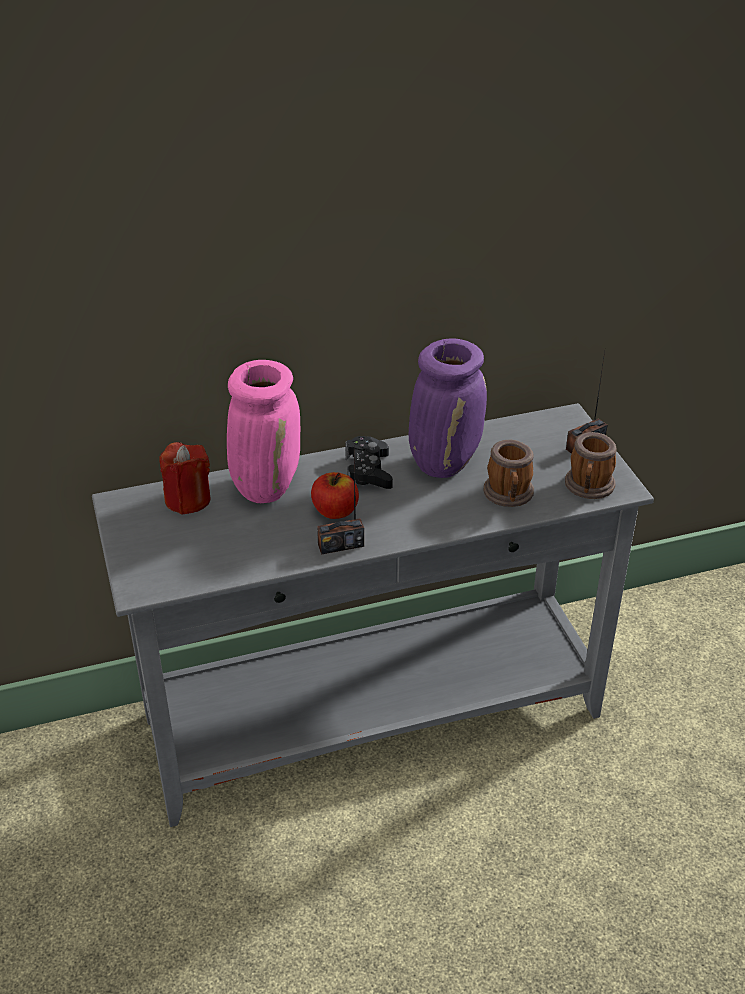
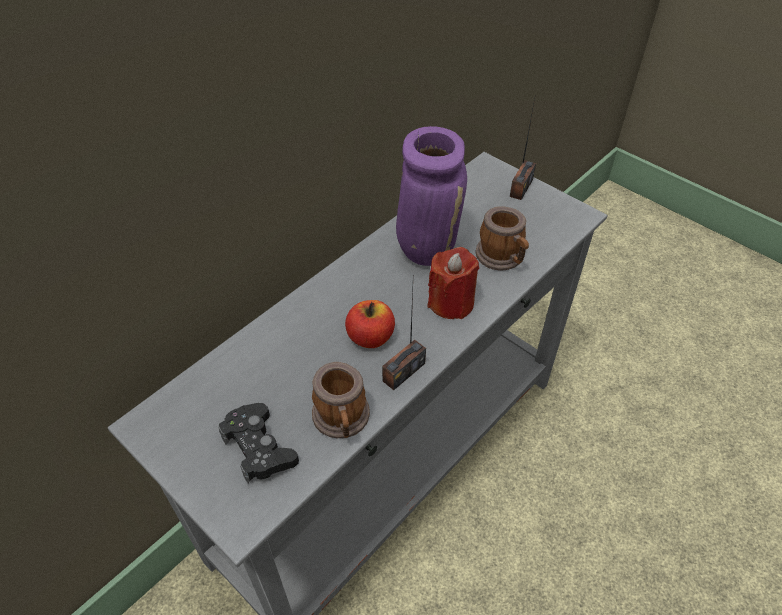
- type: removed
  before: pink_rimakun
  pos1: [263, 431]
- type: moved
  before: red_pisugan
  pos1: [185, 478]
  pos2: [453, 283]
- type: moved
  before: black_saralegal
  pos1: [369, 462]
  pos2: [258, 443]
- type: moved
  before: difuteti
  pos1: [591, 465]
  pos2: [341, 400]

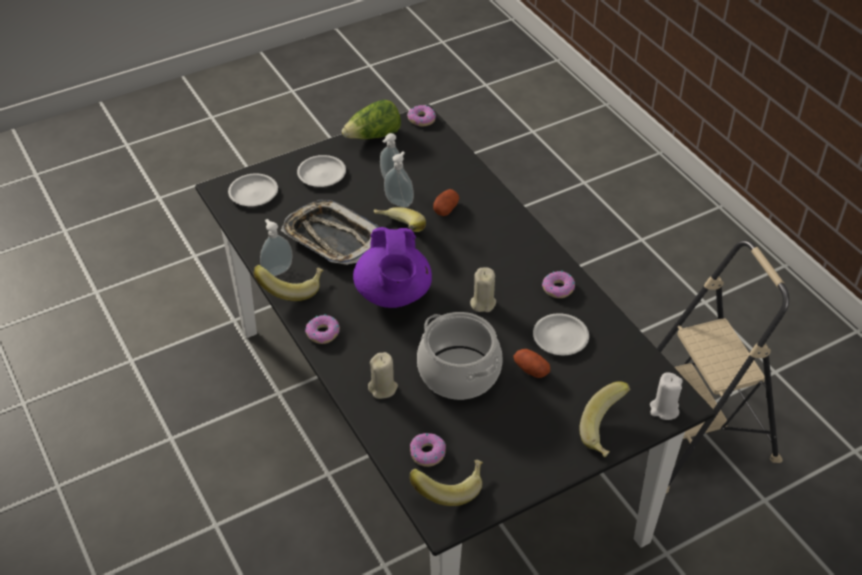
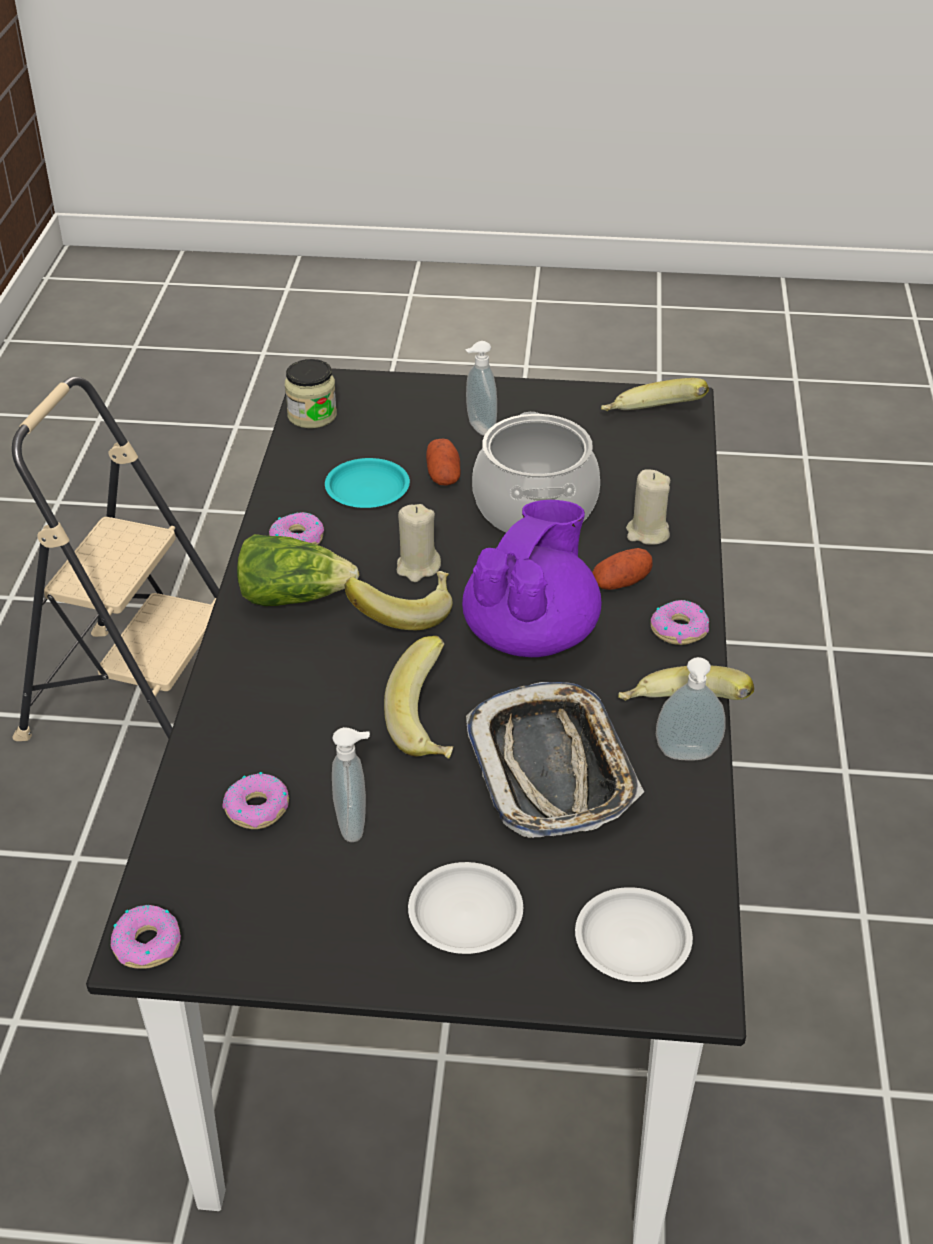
- type: removed
  before: white_pisugan
  pos1: [666, 396]
- type: added
  after: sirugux
  pos2: [311, 394]
- type: moved
  before: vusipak
  pos1: [371, 119]
  pos2: [298, 570]
- type: moved
  before: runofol
  pos1: [399, 179]
  pos2: [481, 388]
- type: moved
  before: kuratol
  pos1: [428, 450]
  pos2: [255, 800]
- type: moved
  before: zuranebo
  pos1: [446, 202]
  pos2: [622, 569]
- type: moved
  before: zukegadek
  pos1: [604, 419]
  pos2: [399, 600]
- type: recoloured
  before: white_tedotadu
  after: turquoise_tedotadu
  pos1: [561, 334]
  pos2: [367, 483]

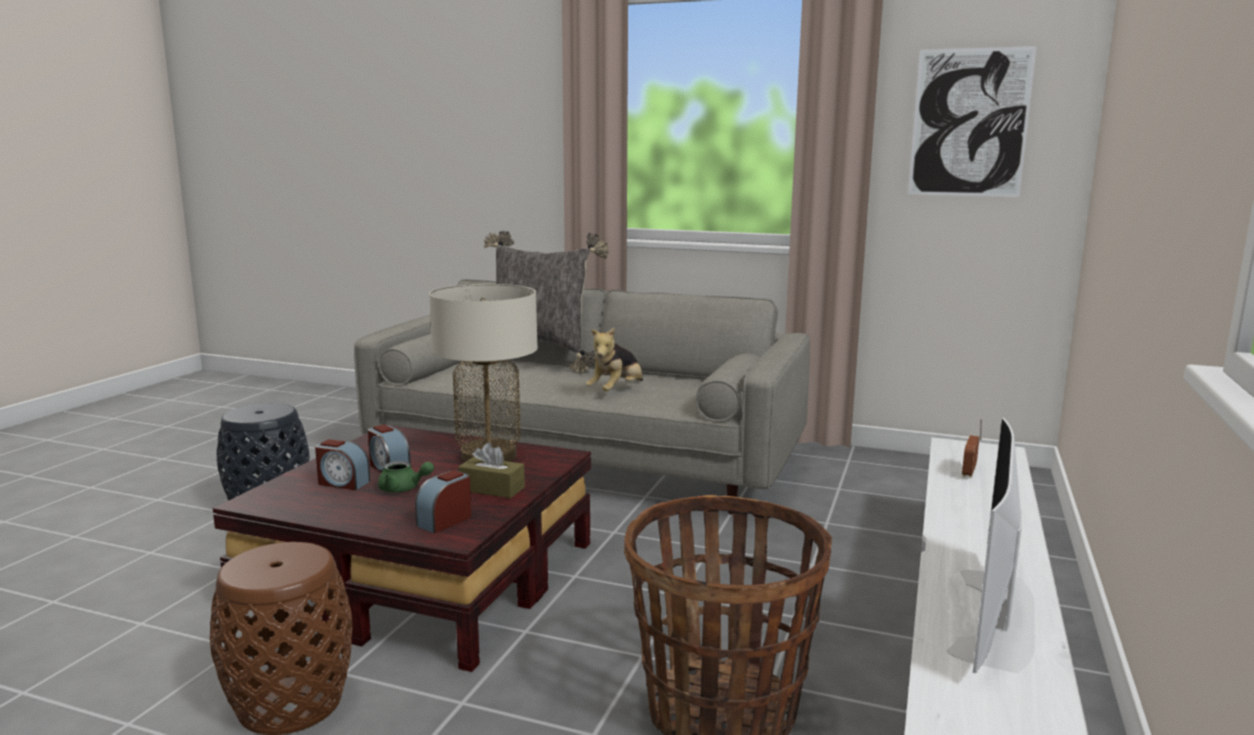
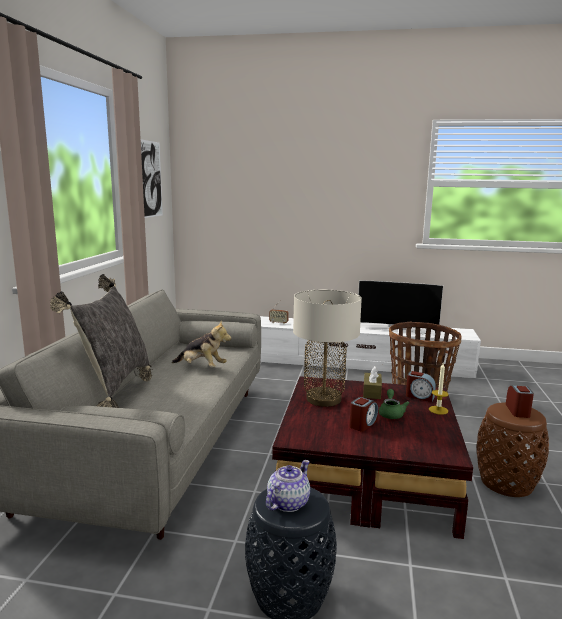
- type: added
  after: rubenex
  pos2: [288, 486]
- type: added
  after: pisugan
  pos2: [439, 389]
- type: moved
  before: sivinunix
  pos1: [342, 464]
  pos2: [520, 402]

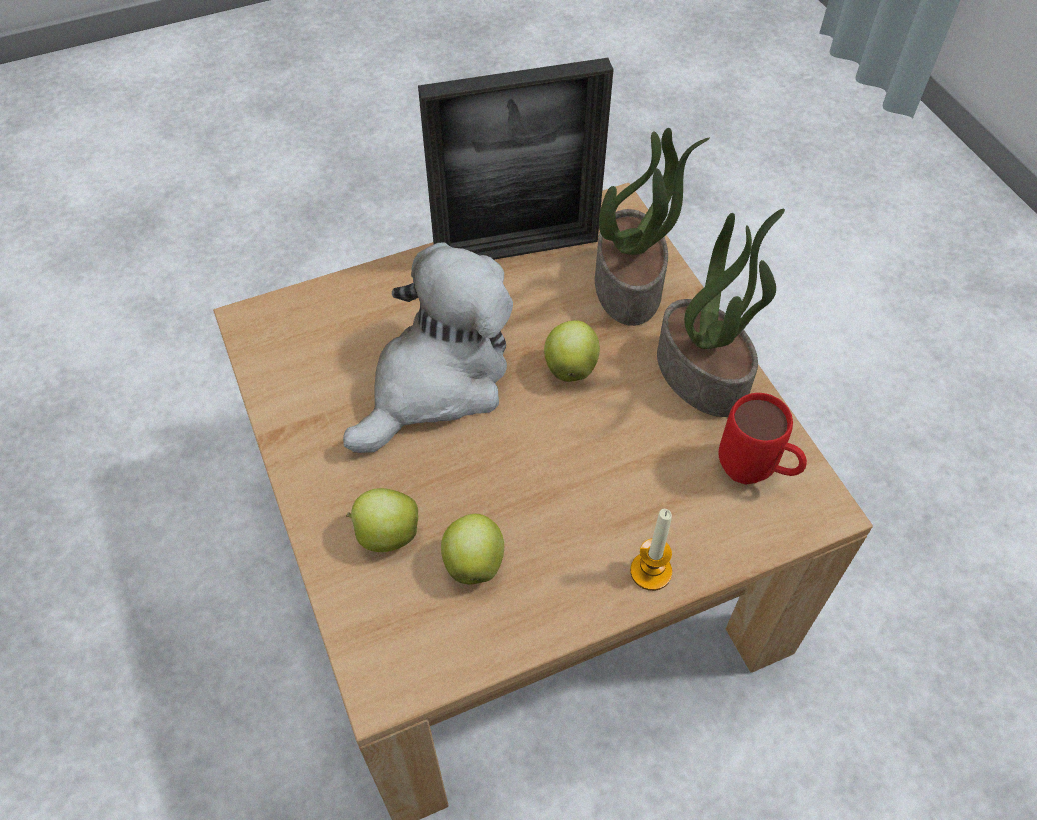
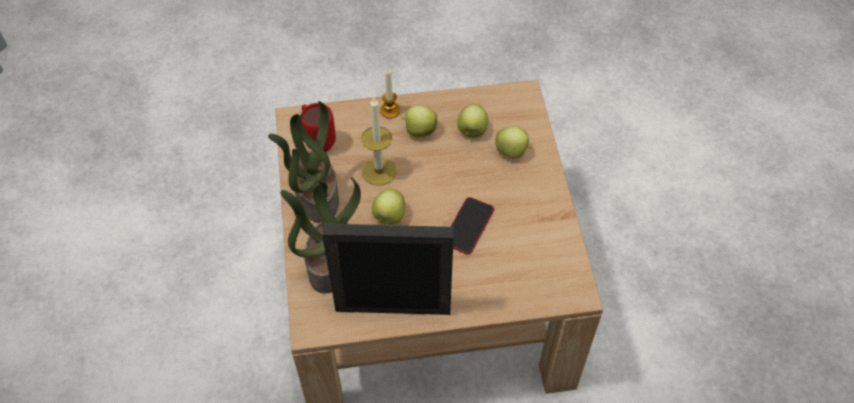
- type: added
  after: pisugan
  pos2: [378, 142]
- type: added
  after: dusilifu
  pos2: [419, 121]
- type: replaced
  before: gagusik
  after: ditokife
  pos1: [428, 347]
  pos2: [472, 225]

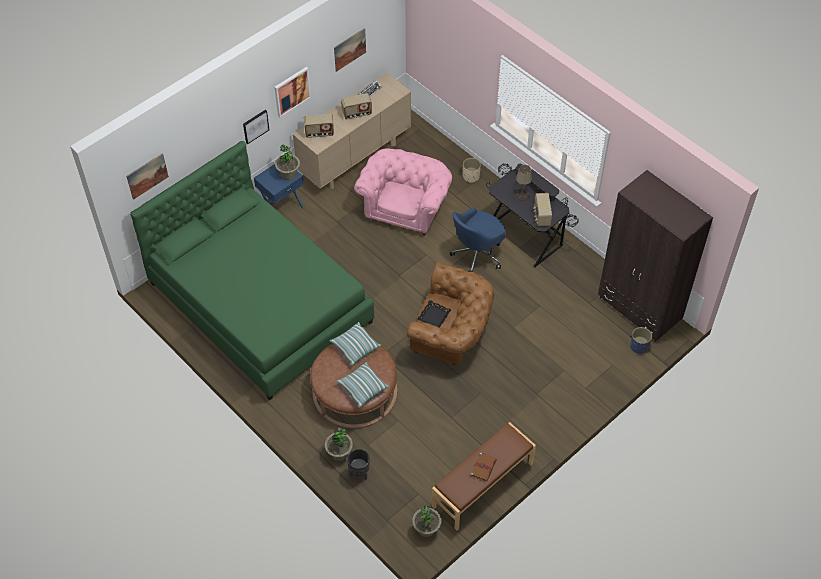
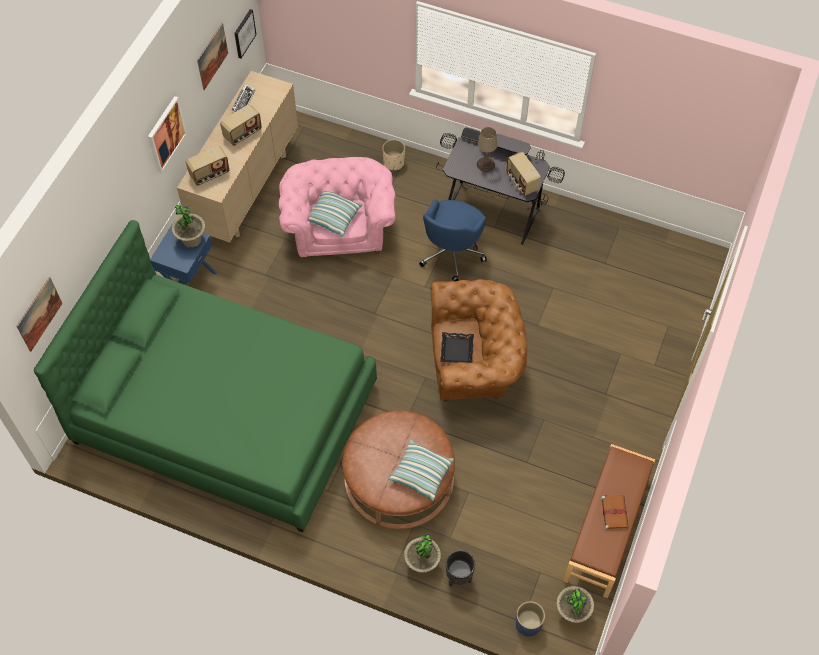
- type: removed
  before: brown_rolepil
  pos1: [655, 256]
- type: moved
  before: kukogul
  pos1: [256, 127]
  pos2: [245, 34]
- type: moved
  before: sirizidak
  pos1: [355, 344]
  pos2: [334, 214]
- type: moved
  before: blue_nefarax
  pos1: [641, 340]
  pos2: [530, 618]

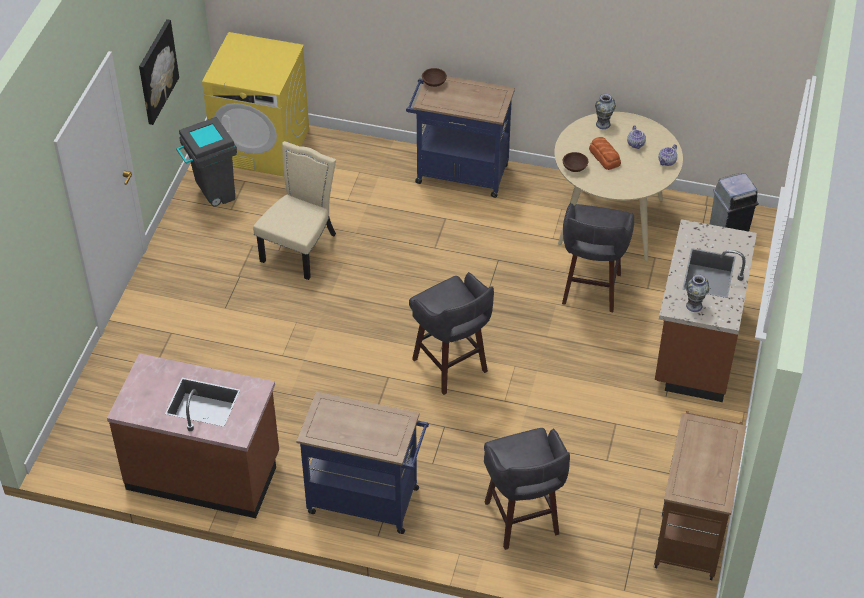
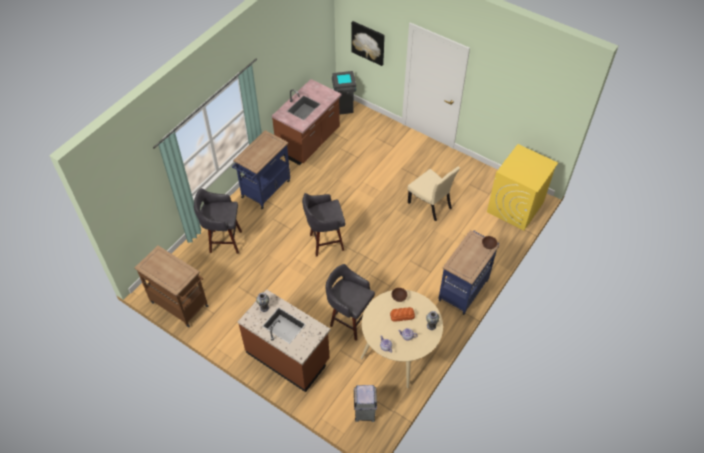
- type: moved
  before: kukogul
  pos1: [159, 72]
  pos2: [368, 43]
- type: moved
  before: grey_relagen
  pos1: [206, 162]
  pos2: [344, 93]

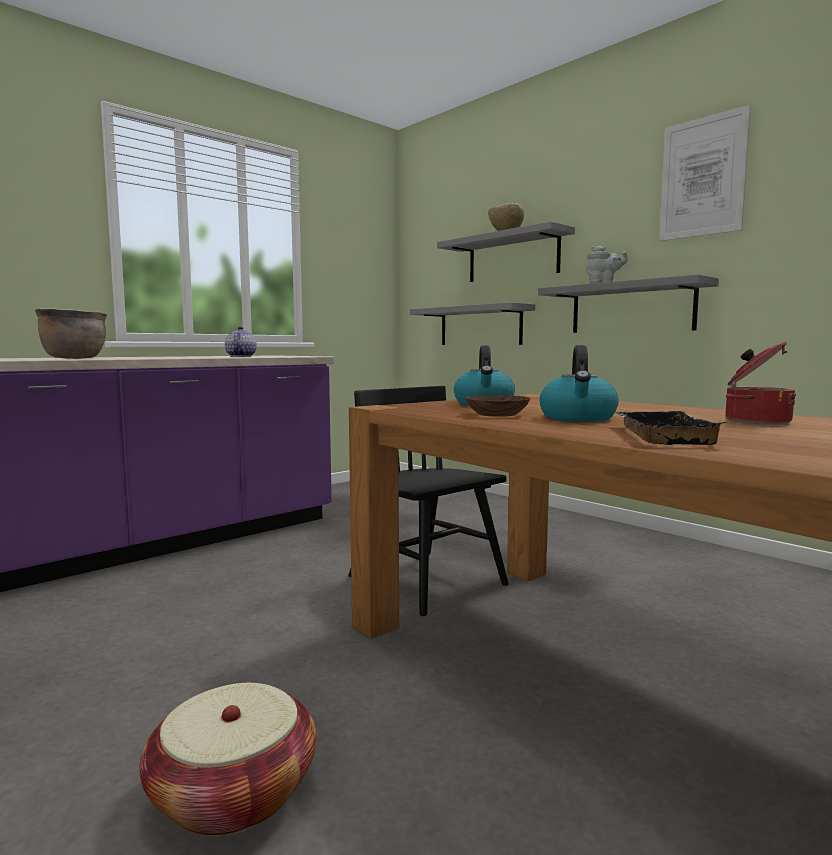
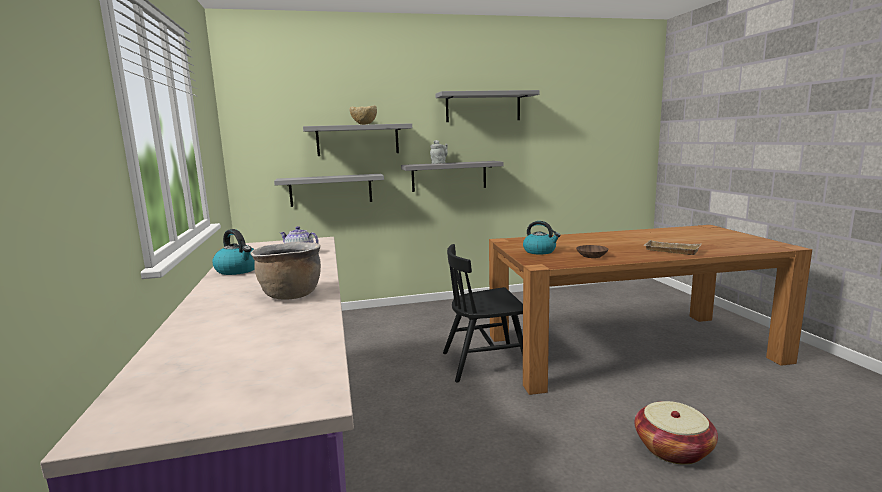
- type: removed
  before: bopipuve
  pos1: [760, 383]
- type: moved
  before: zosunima
  pos1: [579, 383]
  pos2: [233, 252]
- type: replaced
  before: kukogul
  after: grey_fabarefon
  pos1: [705, 173]
  pos2: [487, 106]
- type: recoloured
  before: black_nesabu
  after: beige_nesabu
  pos1: [671, 428]
  pos2: [672, 247]

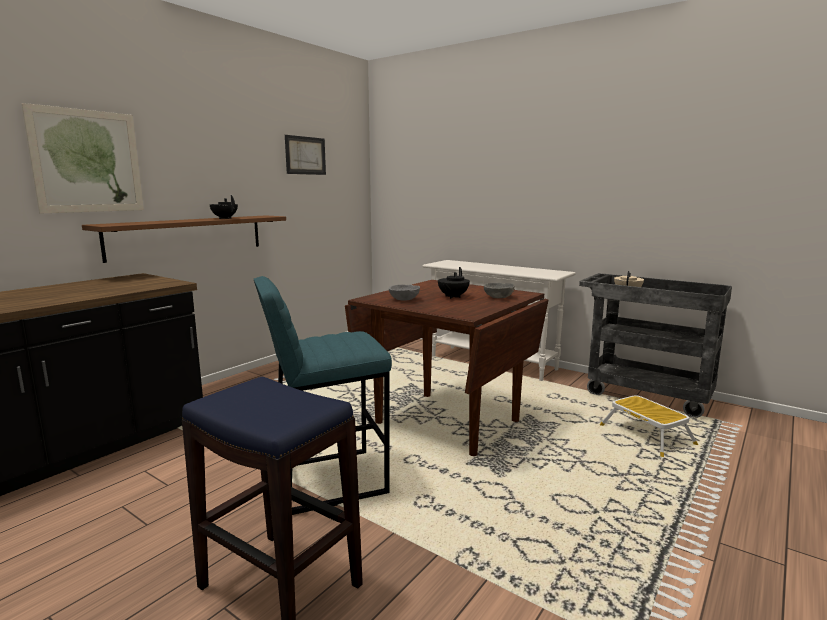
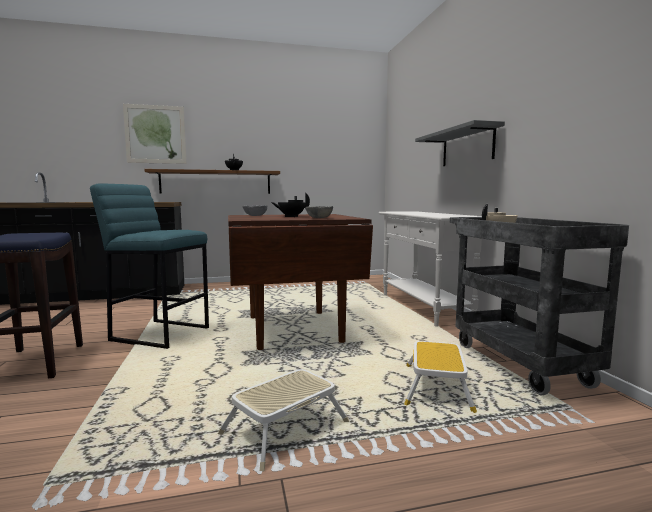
- type: removed
  before: kukogul
  pos1: [305, 155]
- type: added
  after: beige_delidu
  pos2: [283, 420]
- type: added
  after: grey_fabarefon
  pos2: [460, 143]

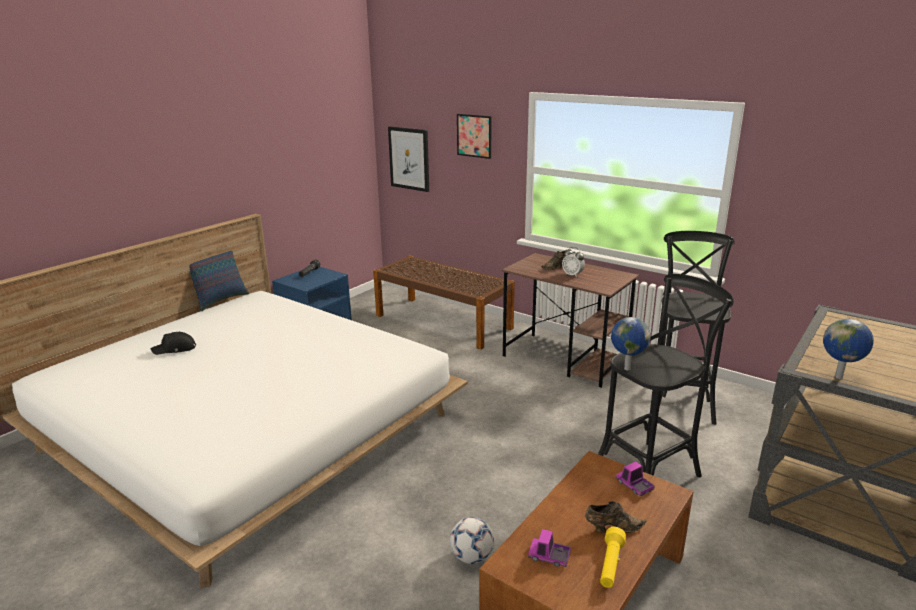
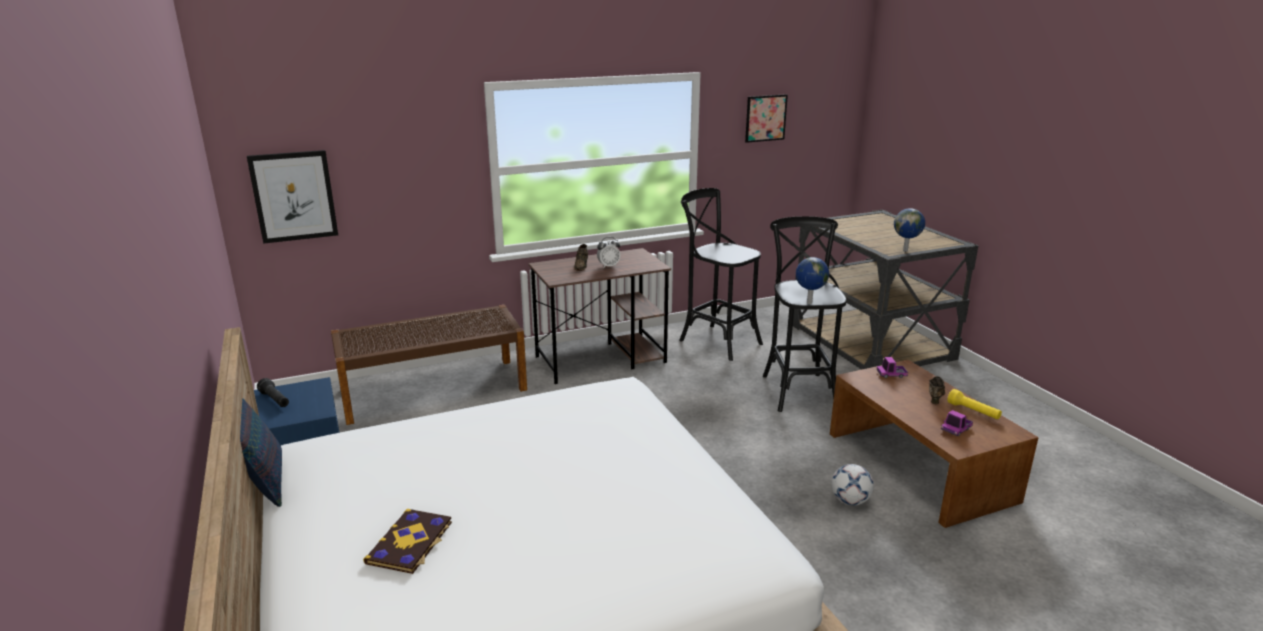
- type: moved
  before: kukogul
  pos1: [474, 136]
  pos2: [766, 118]
- type: replaced
  before: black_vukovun
  after: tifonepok
  pos1: [173, 343]
  pos2: [407, 541]

